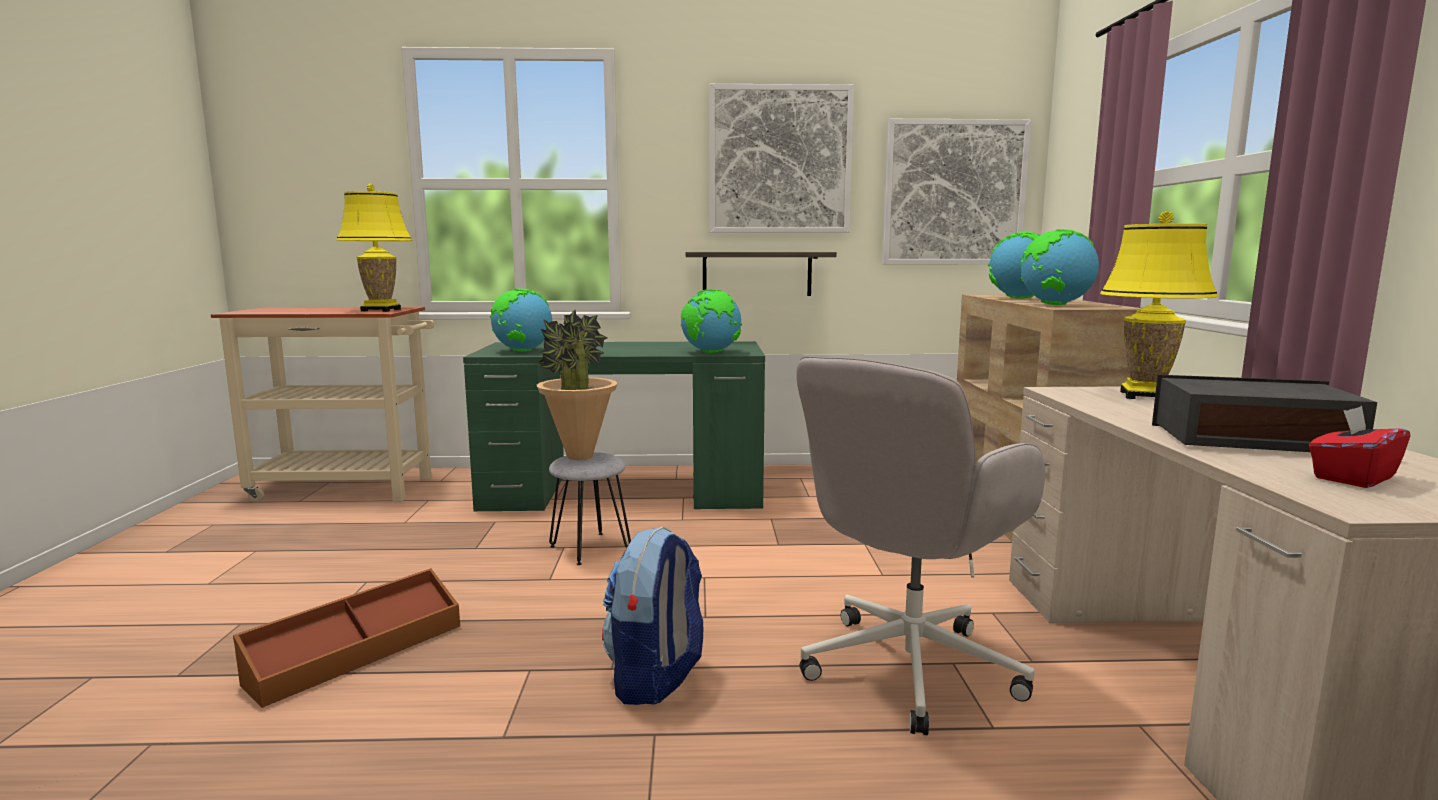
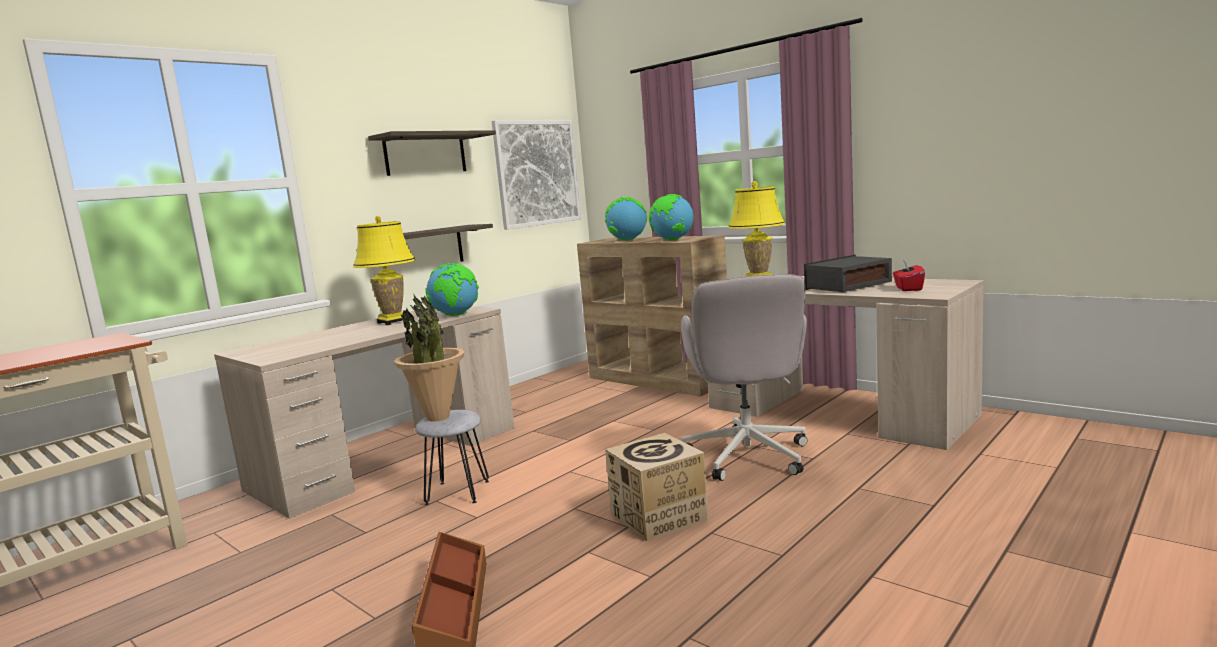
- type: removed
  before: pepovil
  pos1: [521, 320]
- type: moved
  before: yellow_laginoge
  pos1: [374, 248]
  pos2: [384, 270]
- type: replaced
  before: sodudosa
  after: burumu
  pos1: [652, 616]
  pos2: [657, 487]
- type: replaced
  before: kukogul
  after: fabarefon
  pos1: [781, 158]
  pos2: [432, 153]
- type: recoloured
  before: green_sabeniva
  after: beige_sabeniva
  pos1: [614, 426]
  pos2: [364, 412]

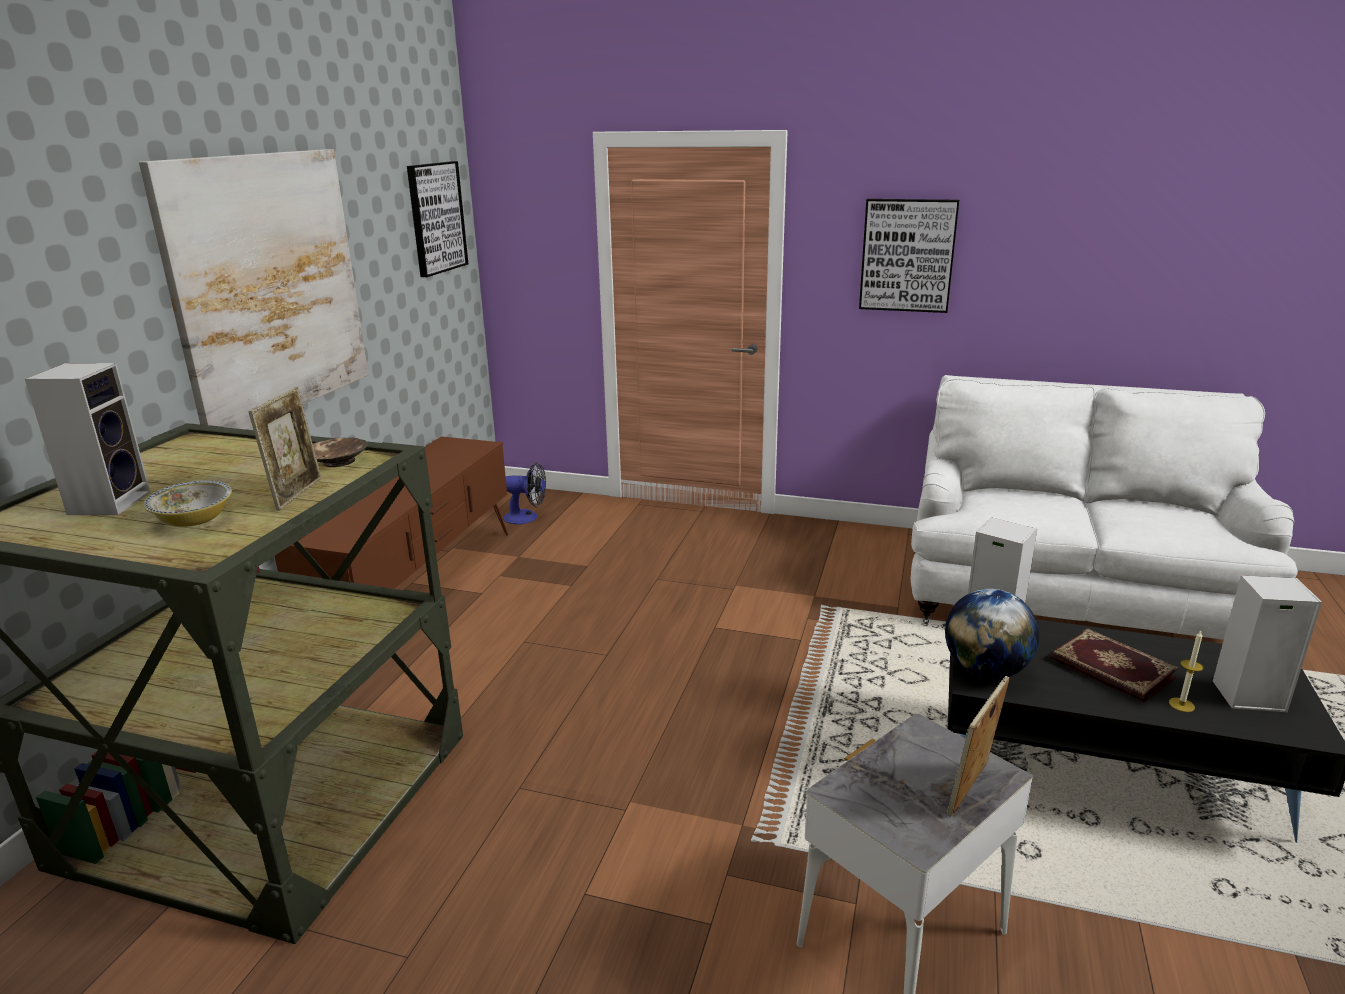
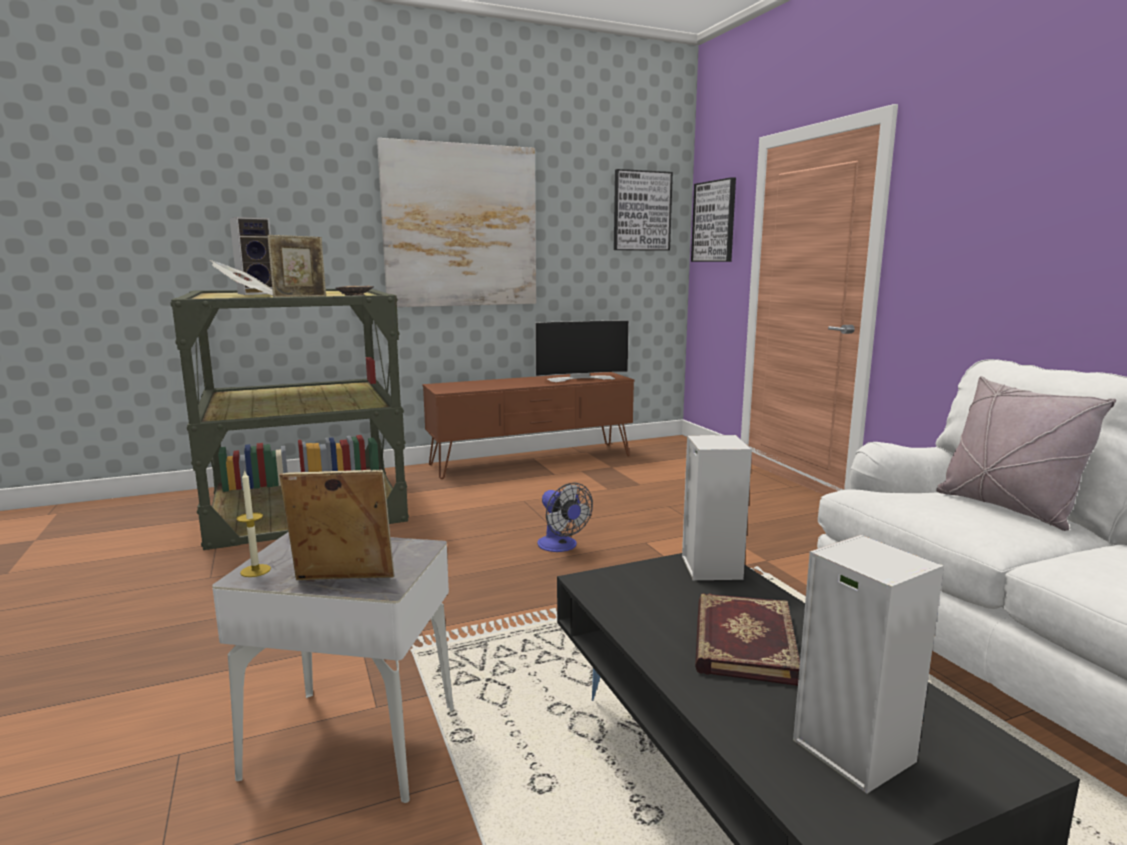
- type: removed
  before: pepovil
  pos1: [992, 634]
- type: added
  after: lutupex
  pos2: [582, 351]
- type: added
  after: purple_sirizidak
  pos2: [1026, 453]
- type: moved
  before: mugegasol
  pos1: [525, 493]
  pos2: [565, 517]
- type: moved
  before: kukogul
  pos1: [909, 256]
  pos2: [713, 219]
- type: moved
  before: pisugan
  pos1: [1186, 671]
  pos2: [253, 523]
- type: replaced
  before: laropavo
  after: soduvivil
  pos1: [187, 503]
  pos2: [241, 278]

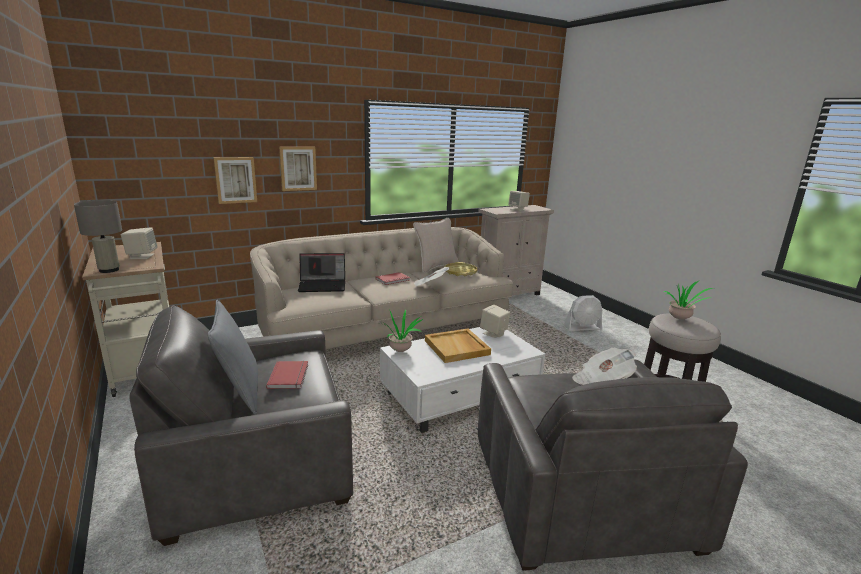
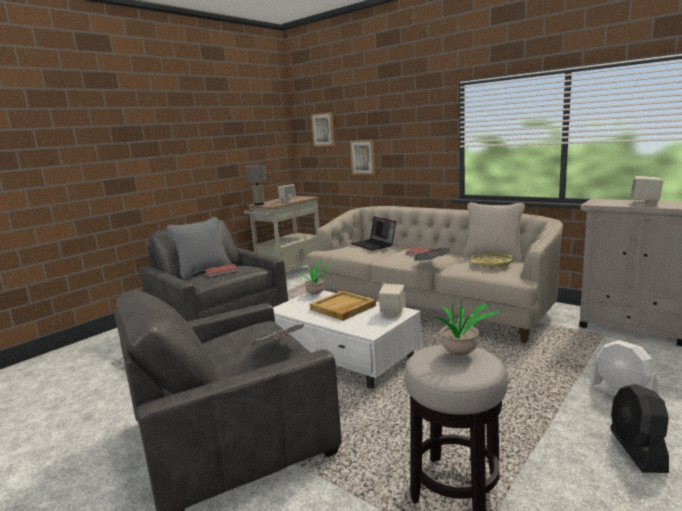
- type: added
  after: black_mugegasol
  pos2: [639, 428]
- type: moved
  before: kukogul
  pos1: [298, 169]
  pos2: [323, 129]

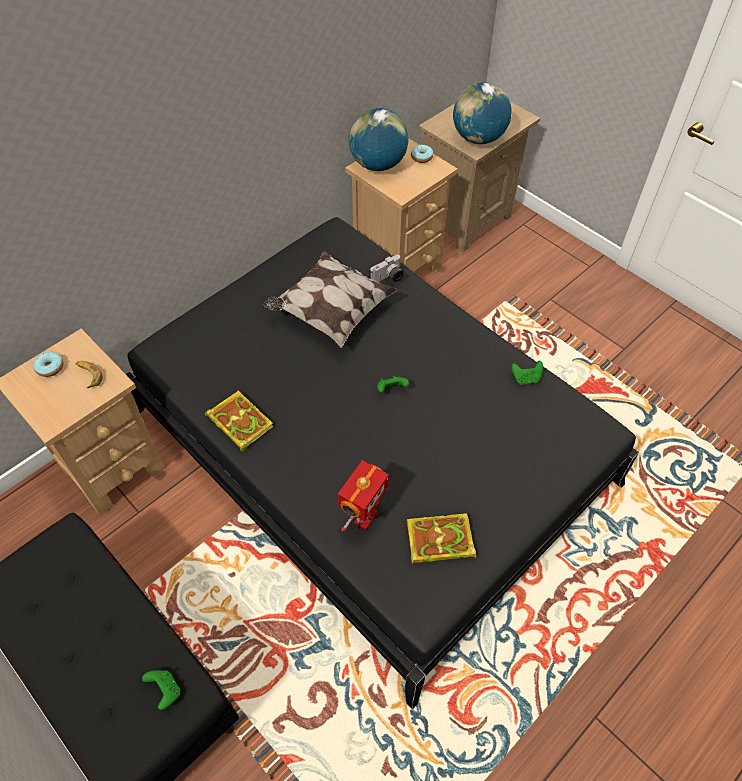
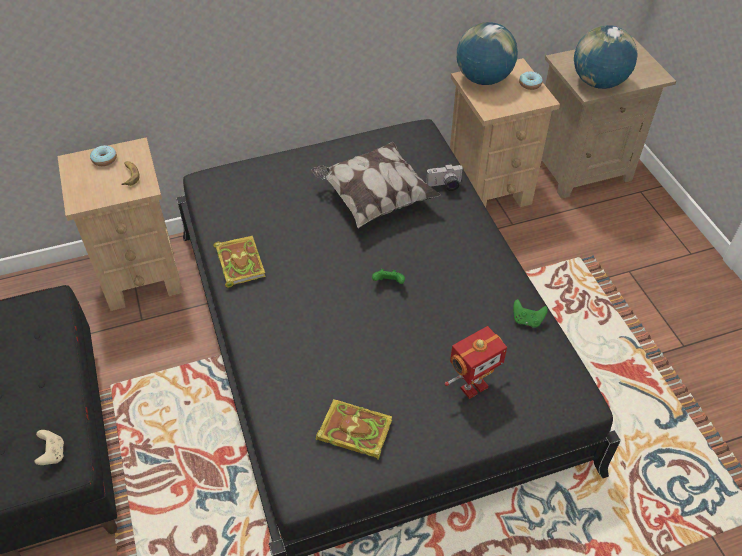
- type: moved
  before: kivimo
  pos1: [363, 495]
  pos2: [476, 362]
- type: recoloured
  before: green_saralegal
  after: beige_saralegal
  pos1: [161, 690]
  pos2: [49, 447]

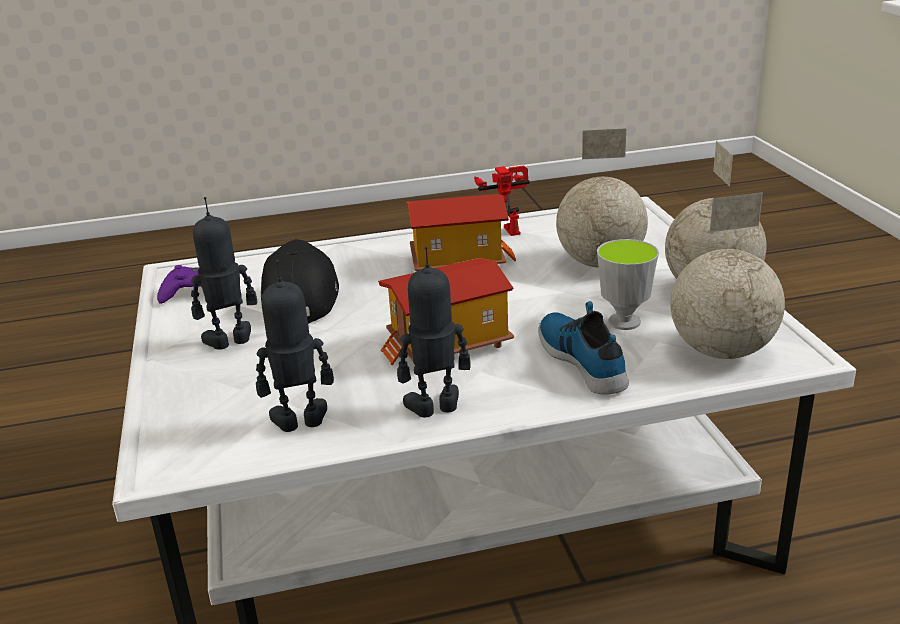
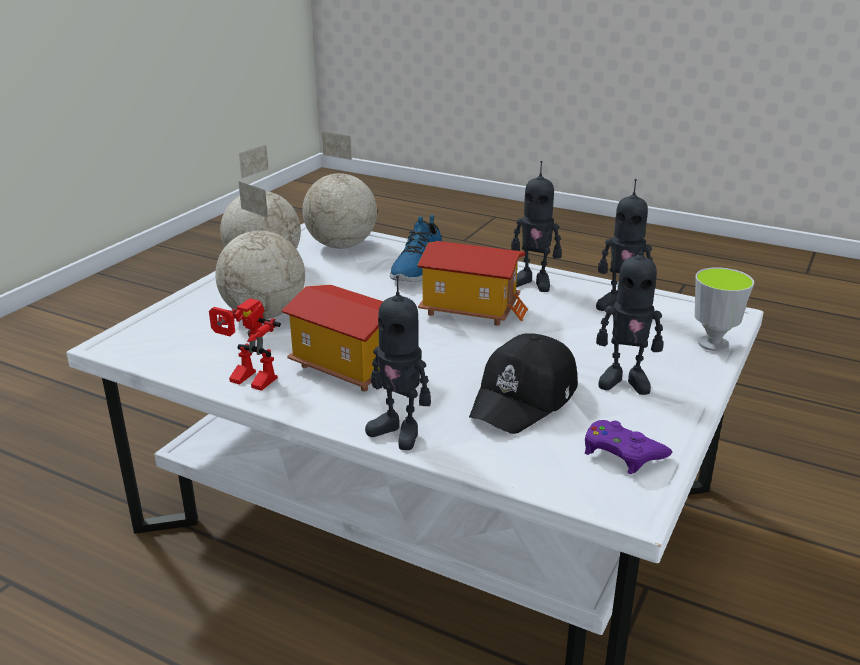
- type: added
  after: kivimo
  pos2: [398, 362]
- type: moved
  before: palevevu
  pos1: [628, 284]
  pos2: [724, 309]

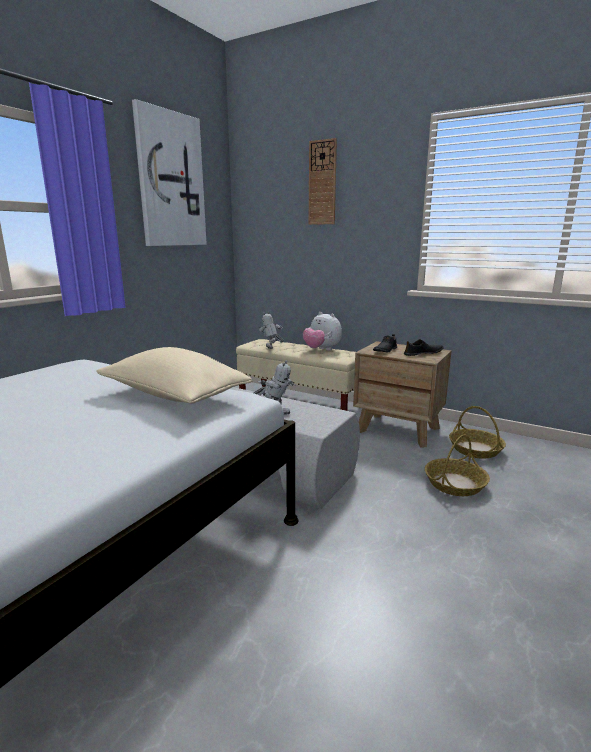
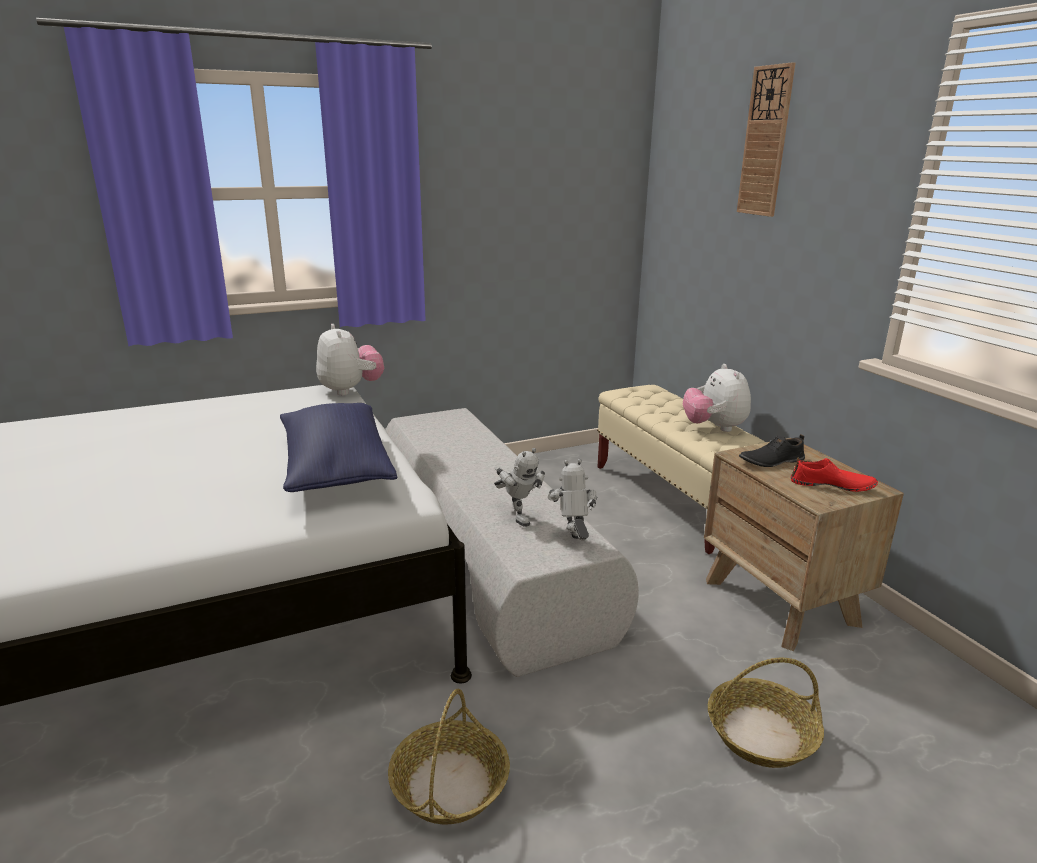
- type: removed
  before: kukogul
  pos1: [169, 172]
- type: added
  after: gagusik
  pos2: [350, 360]
- type: moved
  before: kivimo
  pos1: [271, 330]
  pos2: [572, 500]
- type: moved
  before: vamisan
  pos1: [477, 432]
  pos2: [449, 756]
- type: recoloured
  before: beige_sirizidak
  after: blue_sirizidak
  pos1: [174, 375]
  pos2: [338, 447]
- type: recoloured
  before: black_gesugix
  after: red_gesugix
  pos1: [424, 347]
  pos2: [834, 474]

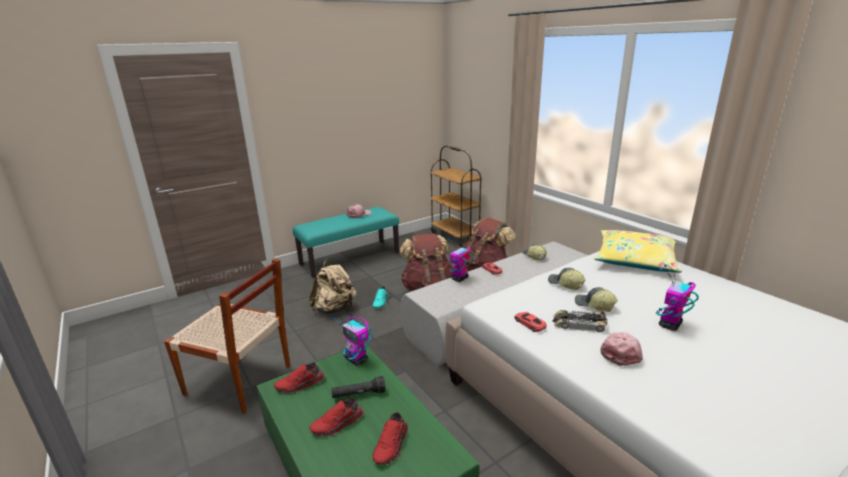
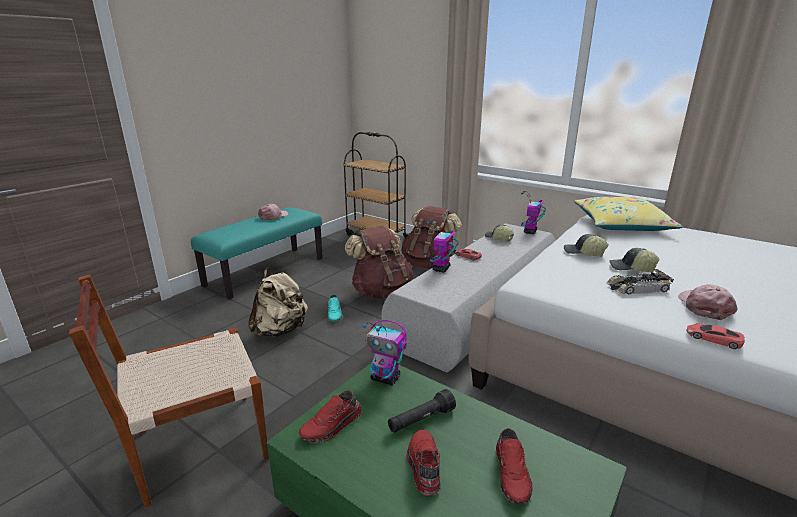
- type: moved
  before: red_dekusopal
  pos1: [530, 322]
  pos2: [715, 336]
- type: moved
  before: kivimo
  pos1: [677, 297]
  pos2: [533, 212]
- type: turned
  before: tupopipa
  pos1: [227, 336]
  pos2: [169, 391]
  turn: 150
- type: turned
  before: red_gesugix
  pos1: [336, 417]
  pos2: [424, 463]
  turn: 135

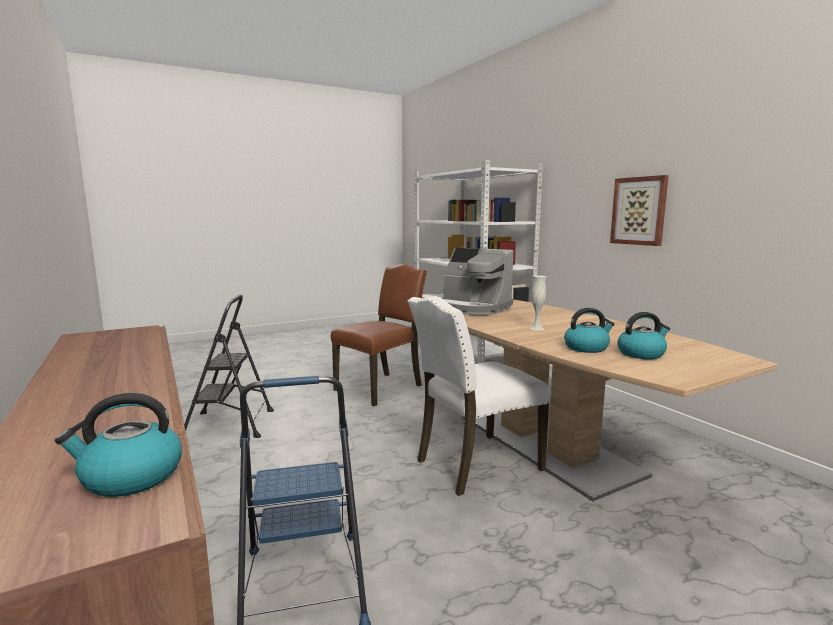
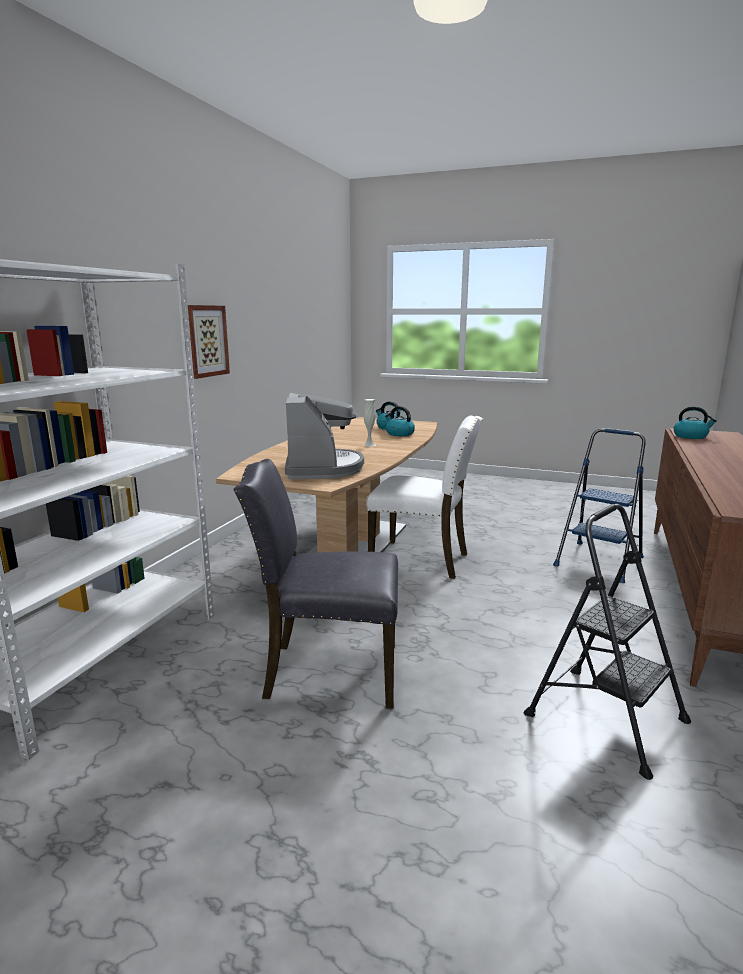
- type: recoloured
  before: brown_tupopipa
  after: grey_tupopipa
  pos1: [379, 335]
  pos2: [316, 584]

